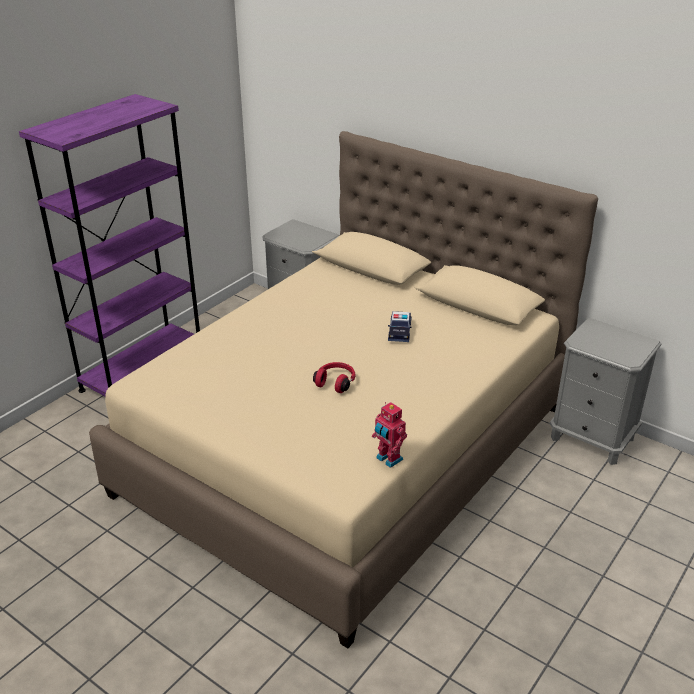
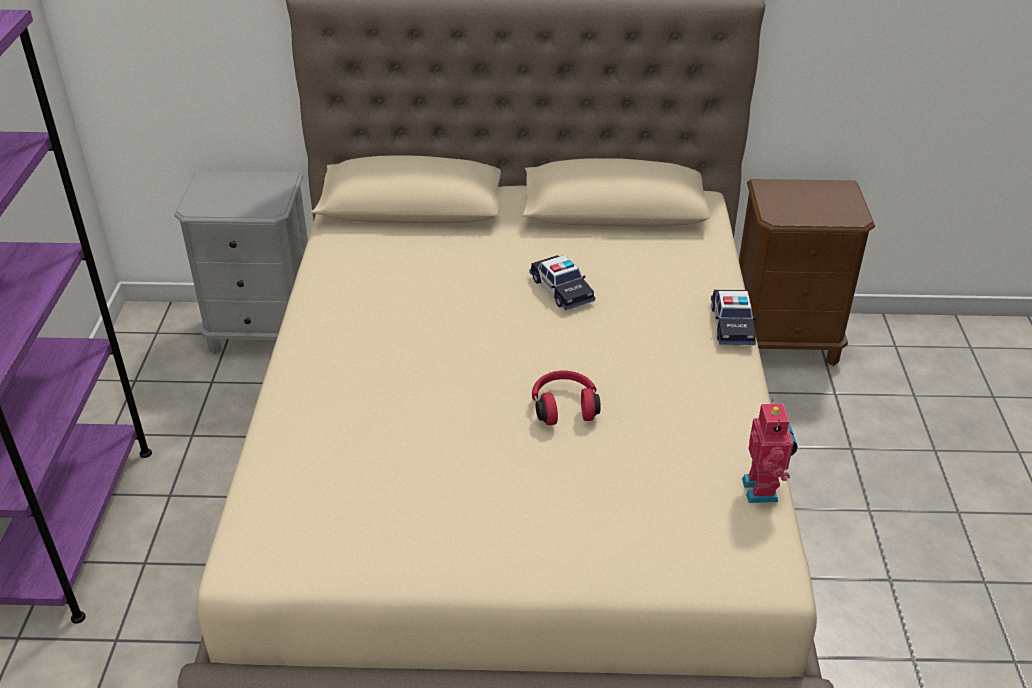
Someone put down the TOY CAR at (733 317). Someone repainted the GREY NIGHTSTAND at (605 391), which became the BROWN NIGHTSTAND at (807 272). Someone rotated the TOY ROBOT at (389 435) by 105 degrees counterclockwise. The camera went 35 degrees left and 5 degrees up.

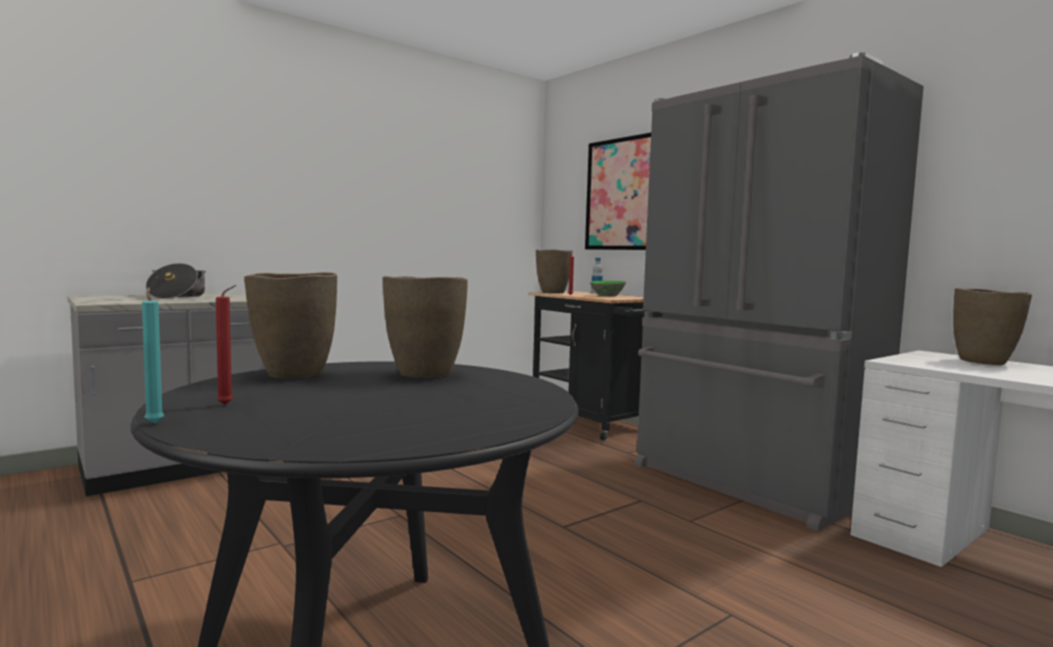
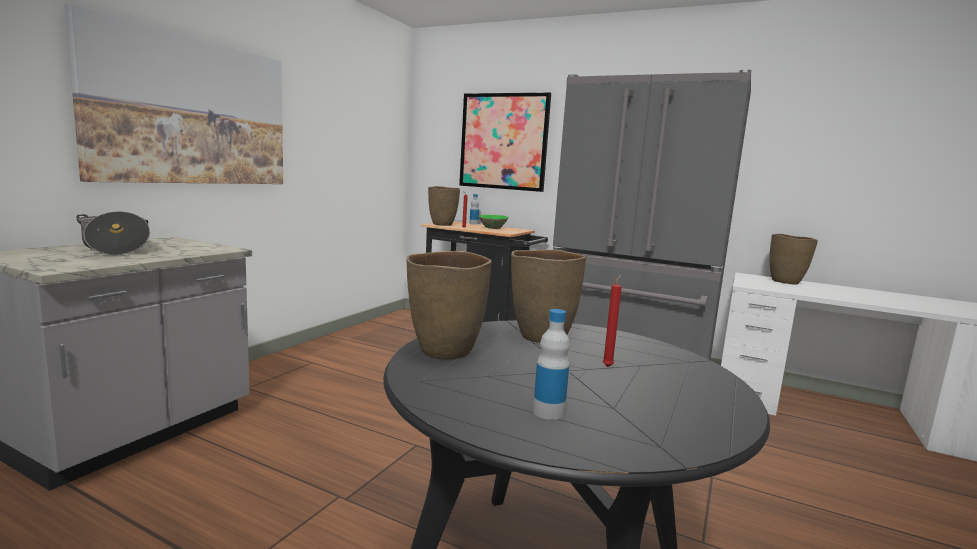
Someone took away the TURQUOISE WAX LIGHT at (153 355). Someone put up the PICTURE at (174 93). Someone put down the BEVERAGE BOTTLE at (551 364). Someone carried the REDDISH WAX LIGHT from (226 345) to (612 321). The camera went 25 degrees left and 5 degrees up.

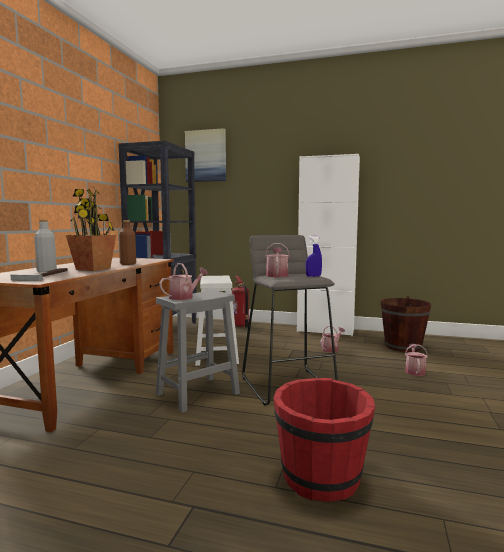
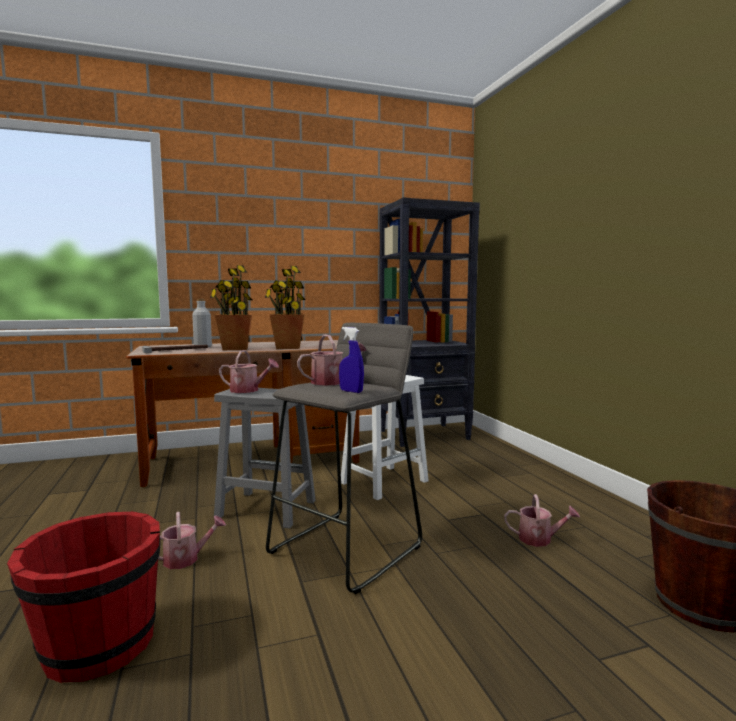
Someone took away the PICTURE at (205 155). Someone took away the EXTINGUISHER at (240 302). Someone took away the WHITE CABINET at (328 245). Someone carried the WATERING POT from (416 360) to (192 540). Someone swapped the BROWN BEVERAGE BOTTLE at (127 242) for the HOUSEPLANT at (285 307). The camera went 55 degrees right and 0 degrees up.

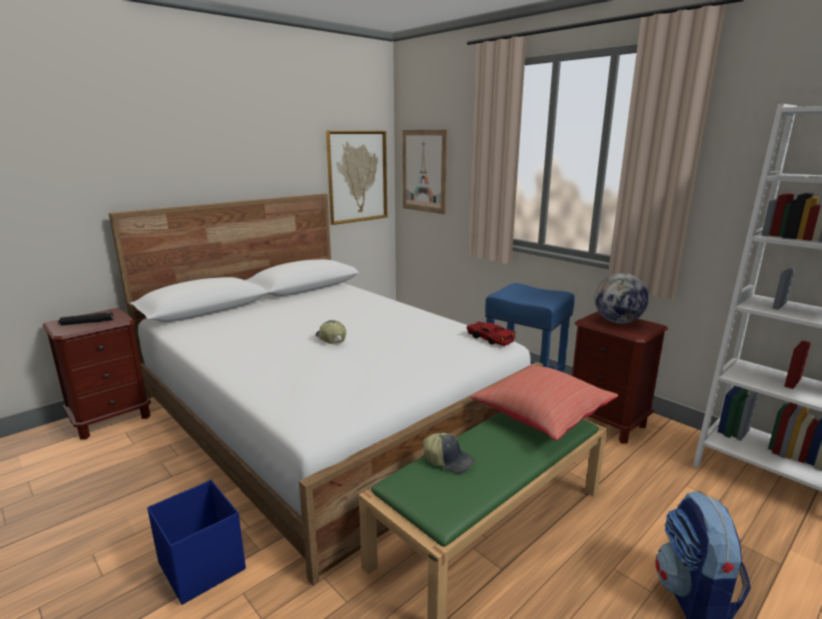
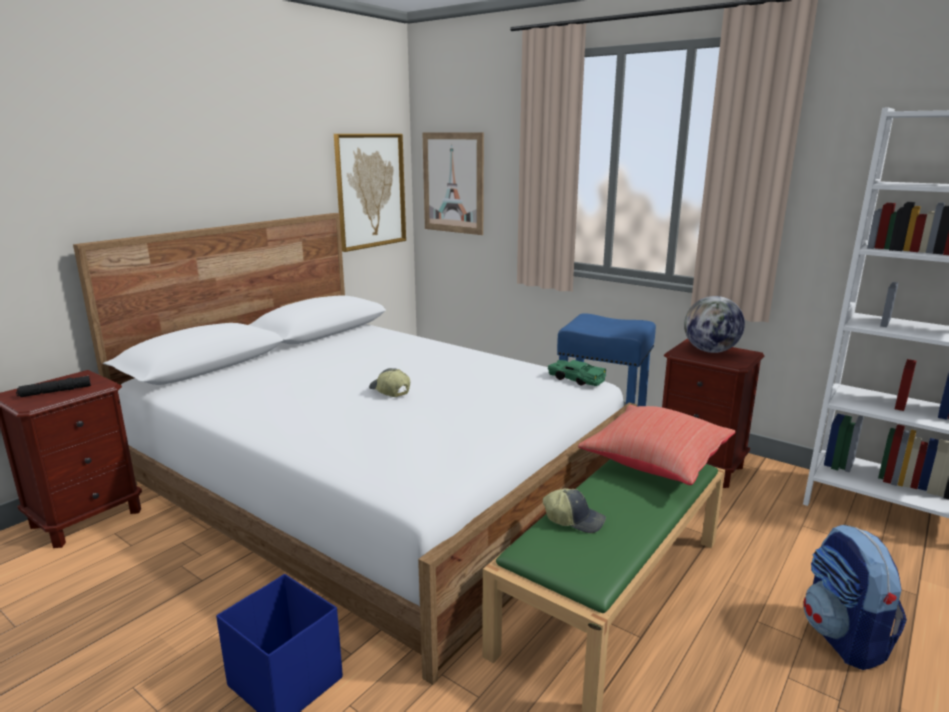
Someone repainted the REDDISH TOY CAR at (491 334), which became the GREENISH TOY CAR at (577 373). The camera went 10 degrees left and 0 degrees up.

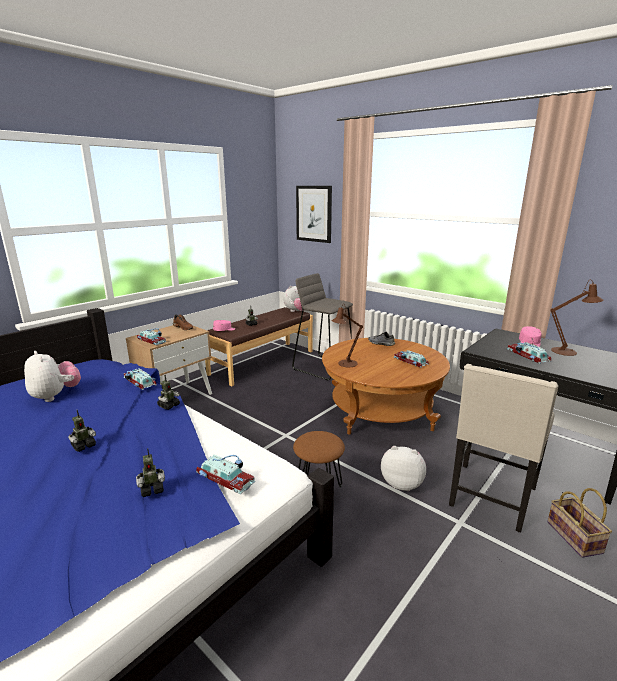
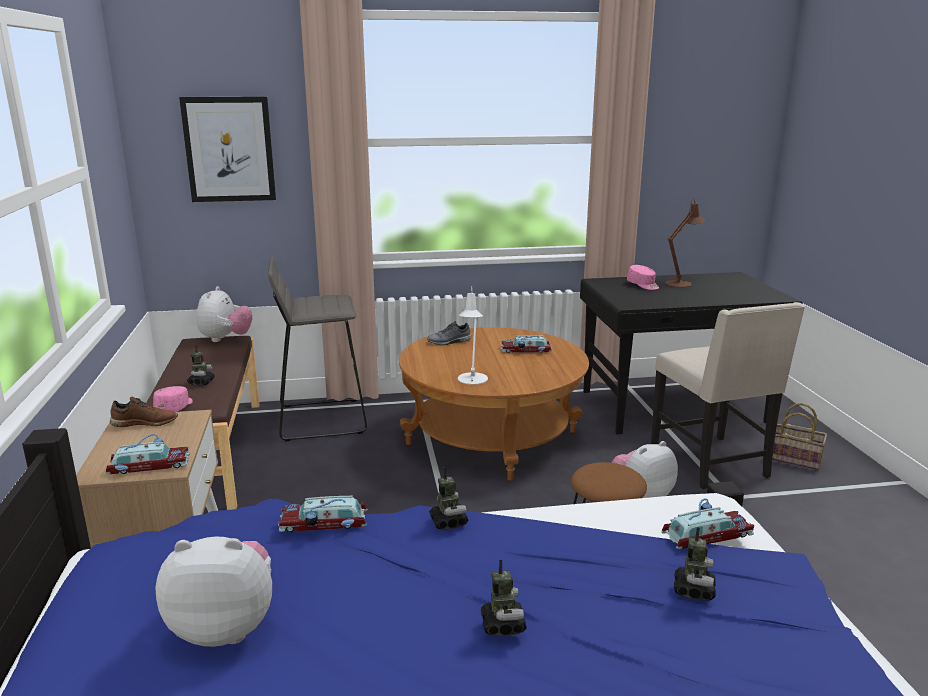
Someone took away the TOY CAR at (529 353). Someone repainted the BROWN LAMP FOR A TABLE at (347 335), which became the WHITE LAMP FOR A TABLE at (473 335). The camera went 50 degrees left and 0 degrees up.

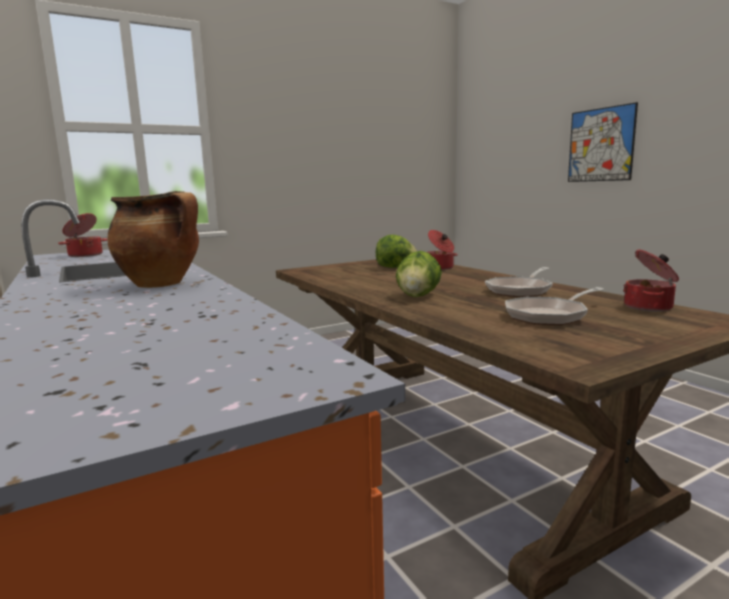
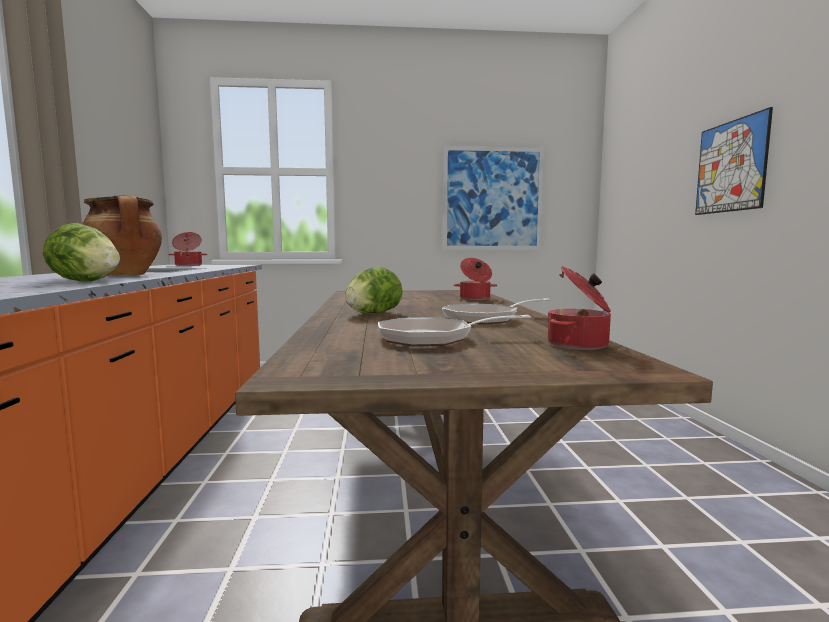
Someone put up the PICTURE at (493 198). Someone carried the HEAD OF LETTUCE from (396 251) to (81 252). The camera went 25 degrees right and 5 degrees down.

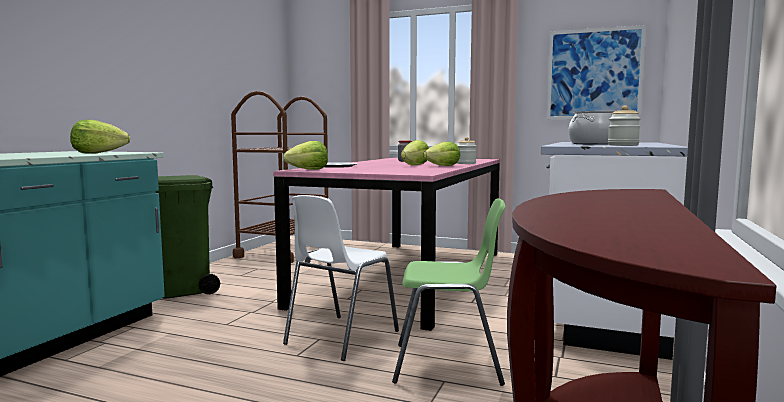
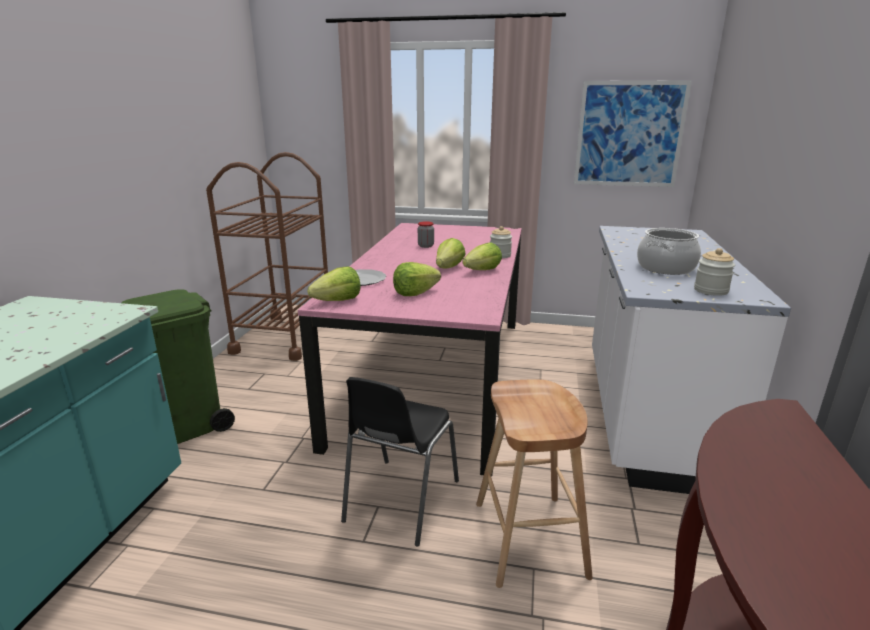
Someone carried the HEAD OF LETTUCE from (100 137) to (417 279). Someone swapped the GREENISH PLAIN CHAIR at (449 292) for the BROWN SITTING STOOL at (534 483). Someone repainted the WHITE PLAIN CHAIR at (341 278), which became the BLACK PLAIN CHAIR at (400 462). The camera went 10 degrees left and 15 degrees up.

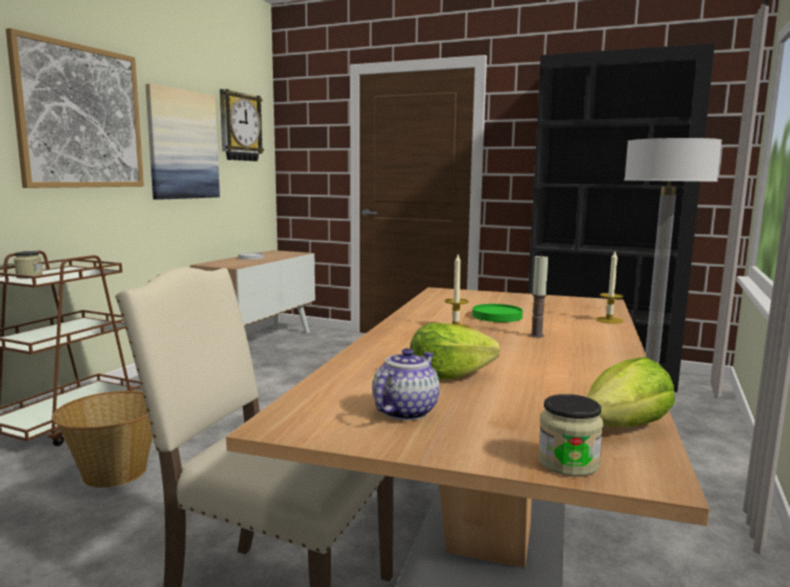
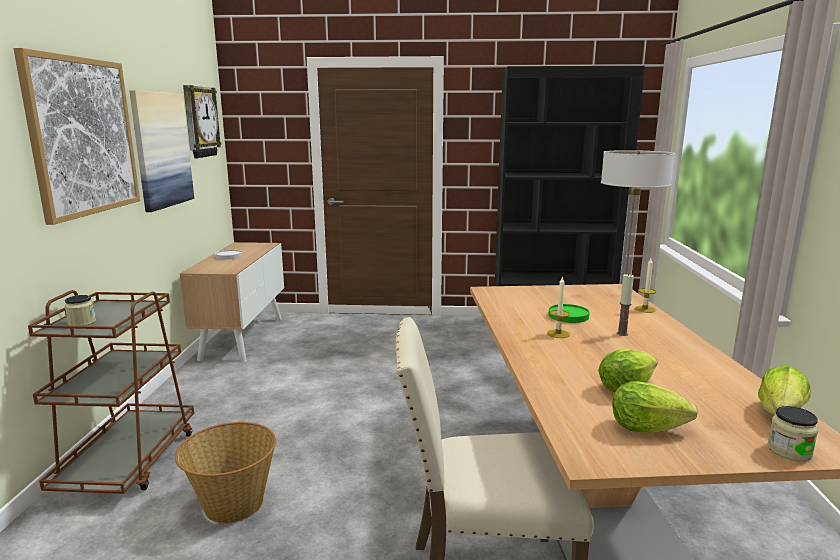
Someone swapped the TEAPOT at (406 384) for the HEAD OF LETTUCE at (655 406). The camera went 20 degrees left and 5 degrees up.

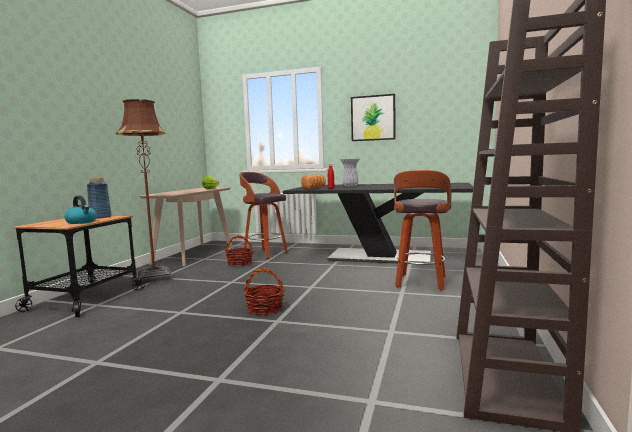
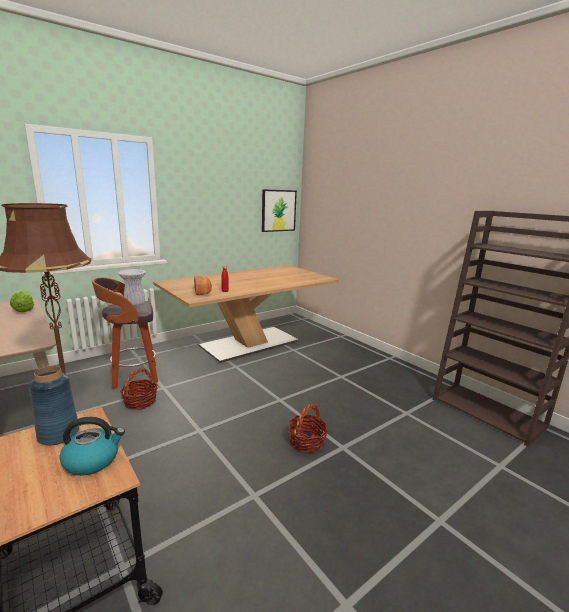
Someone took away the SITTING STOOL at (422 230). Someone carried the WHITE FLOWER VASE from (350 172) to (132 288). Someone carried the PICTURE from (373 117) to (279 210). Someone repainted the BLACK KITCHEN TABLE at (378 223), which became the SAND-COLOURED KITCHEN TABLE at (246 314). The camera went 55 degrees left and 10 degrees up.

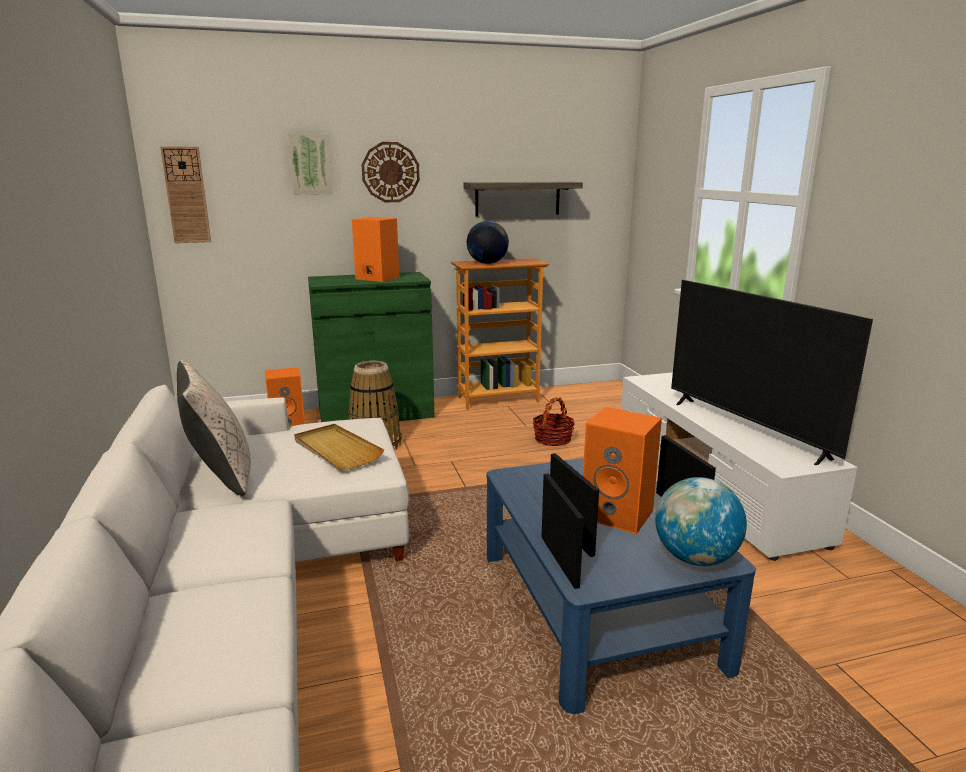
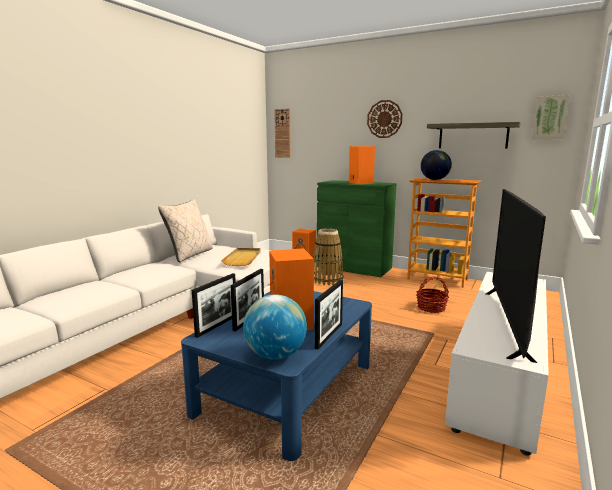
Someone carried the PICTURE from (310 164) to (551 117). The camera went 45 degrees right and 5 degrees down.

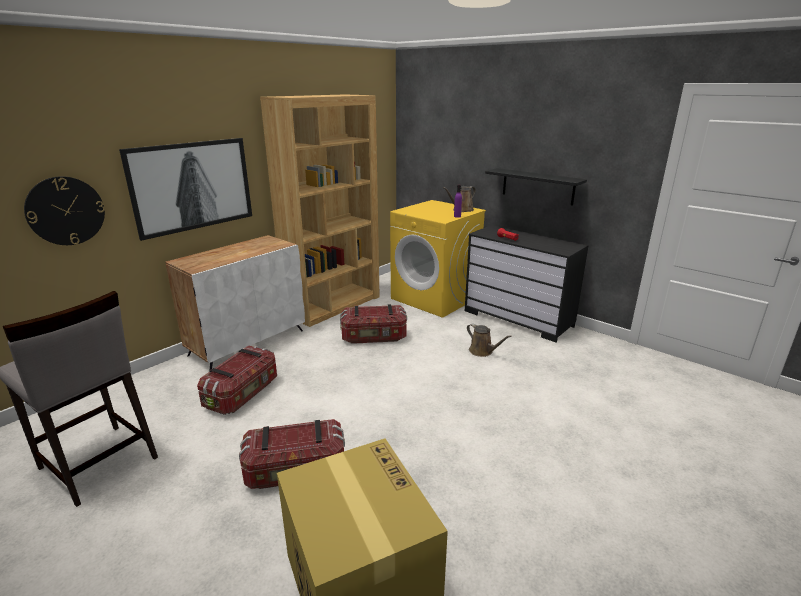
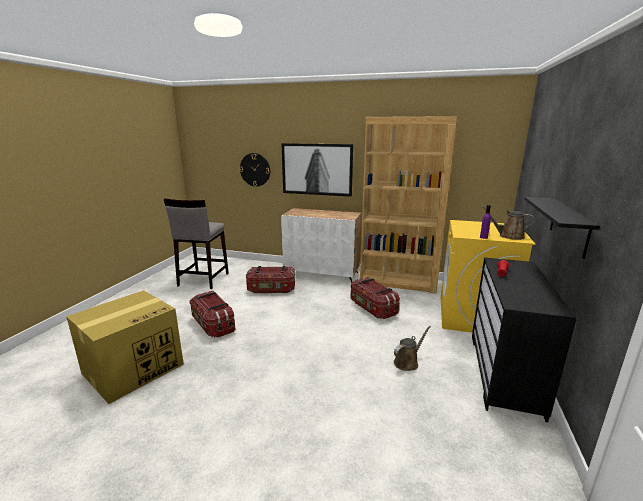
Someone rotated the BROWN WATERING POT at (489 340) by 150 degrees counterclockwise. The camera went 65 degrees right and 5 degrees down.

